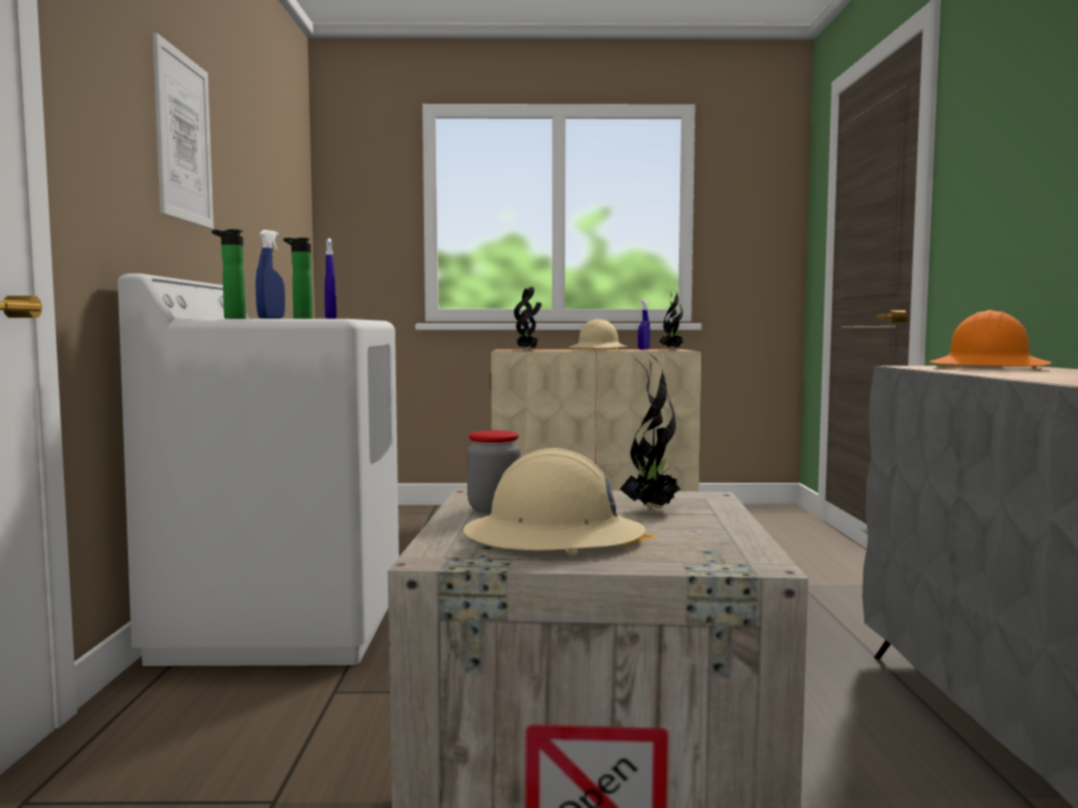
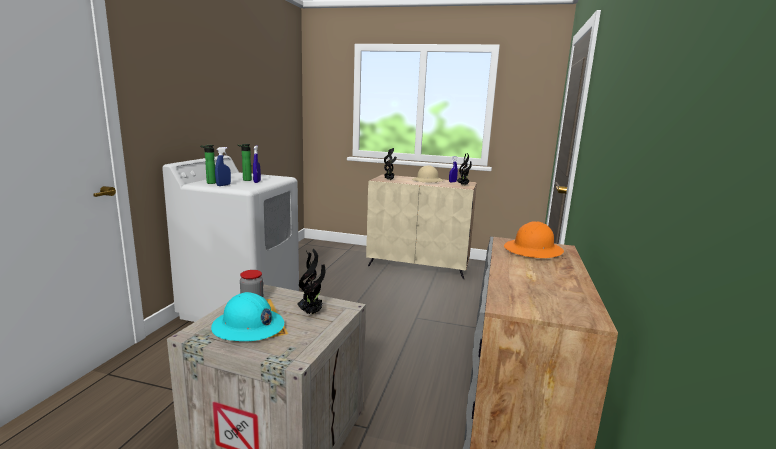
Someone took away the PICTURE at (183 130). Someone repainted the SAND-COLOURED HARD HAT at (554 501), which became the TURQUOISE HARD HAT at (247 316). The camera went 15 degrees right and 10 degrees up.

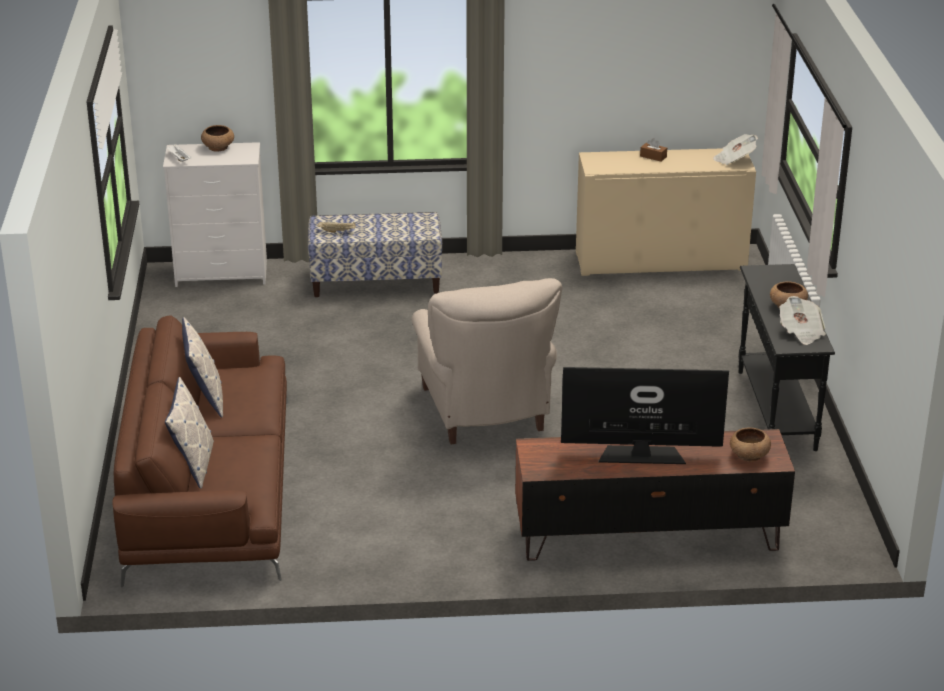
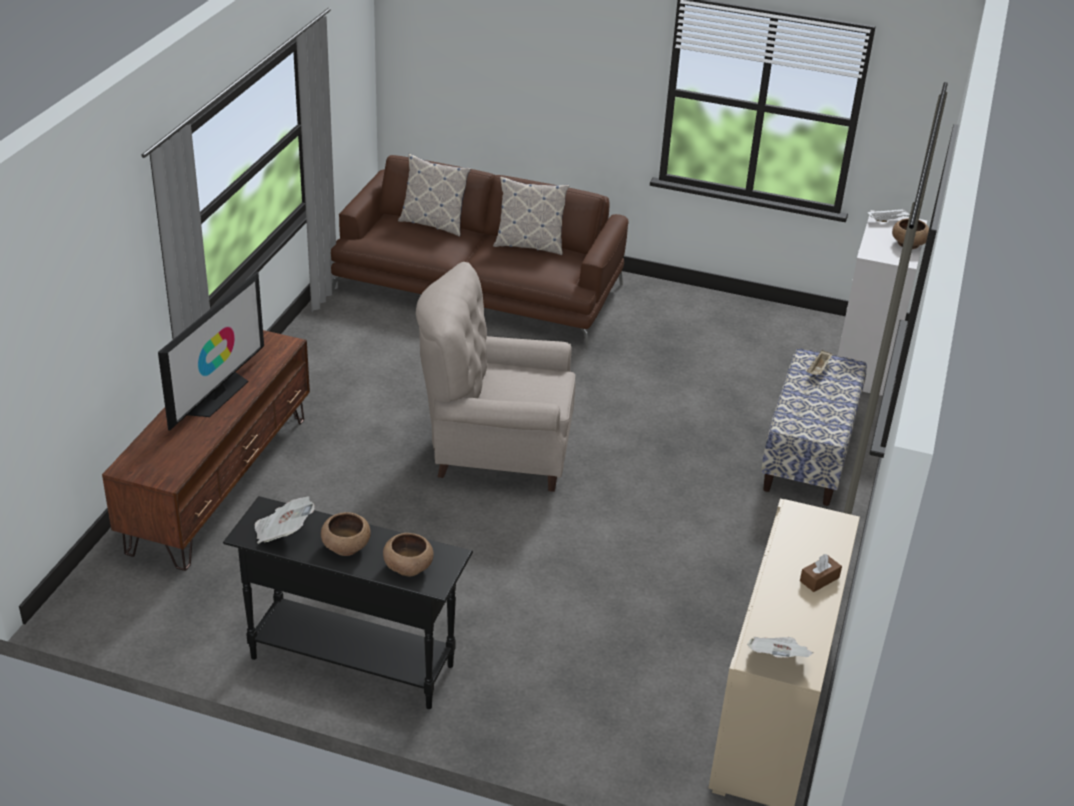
Someone carried the BROWN SERVING BOWL from (750 444) to (408 555). The camera went 110 degrees right and 5 degrees up.

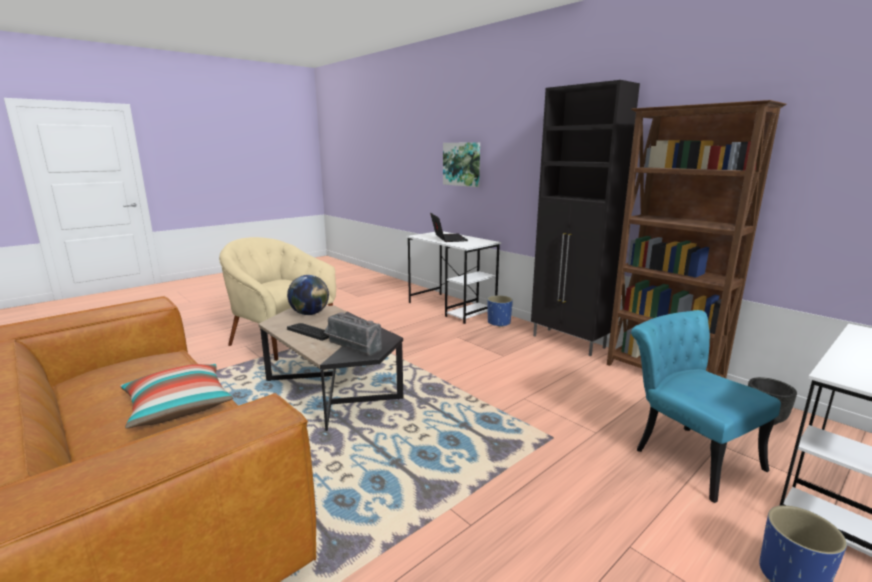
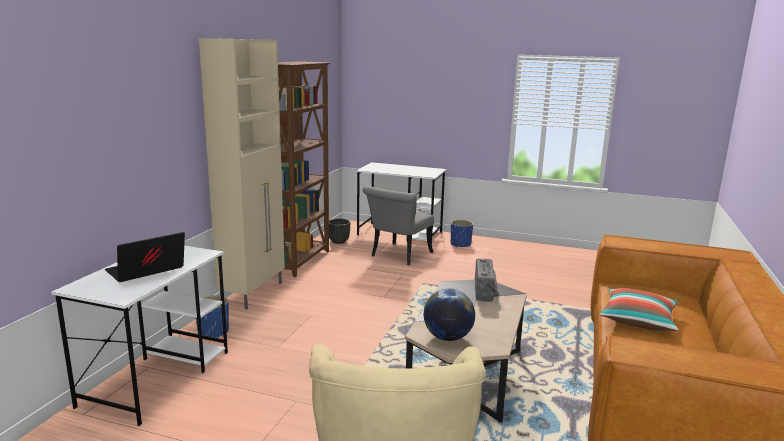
Someone took away the COMPUTER KEYBOARD at (308 332). Someone took away the PICTURE at (461 164). Someone repainted the BLACK CABINET at (585 218), which became the SAND-COLOURED CABINET at (242 174). Someone repainted the TURQUOISE PLAIN CHAIR at (706 406), which became the GREY PLAIN CHAIR at (398 225). The camera went 120 degrees left and 0 degrees up.

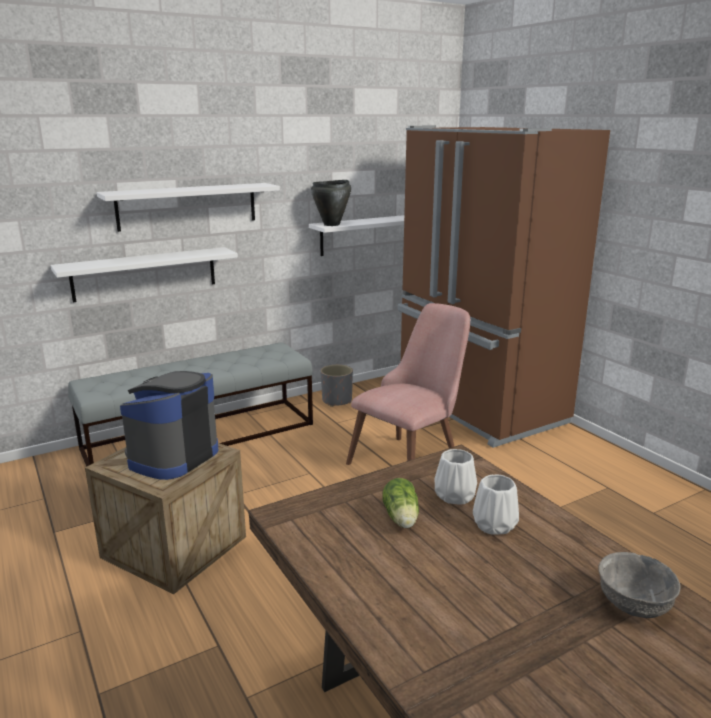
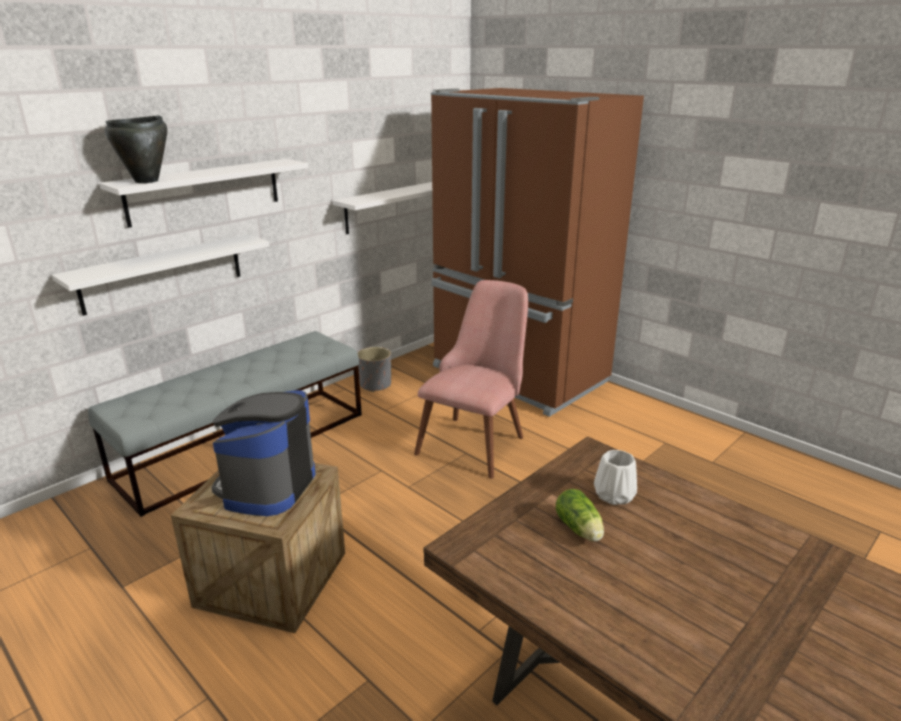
Someone took away the WHITE FLOWER VASE at (496 504). Someone took away the GREY SERVING BOWL at (639 585). Someone carried the BLACK COOKING POT from (331 203) to (136 149). The camera went 15 degrees left and 5 degrees up.

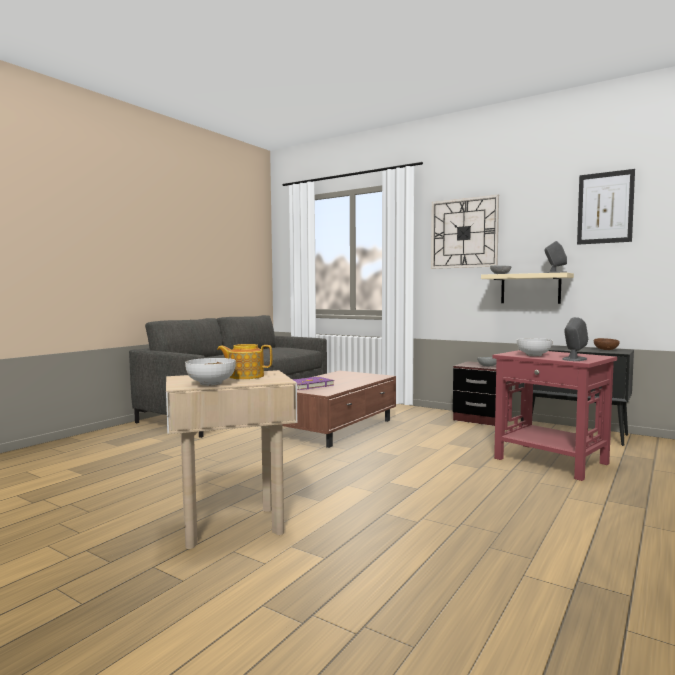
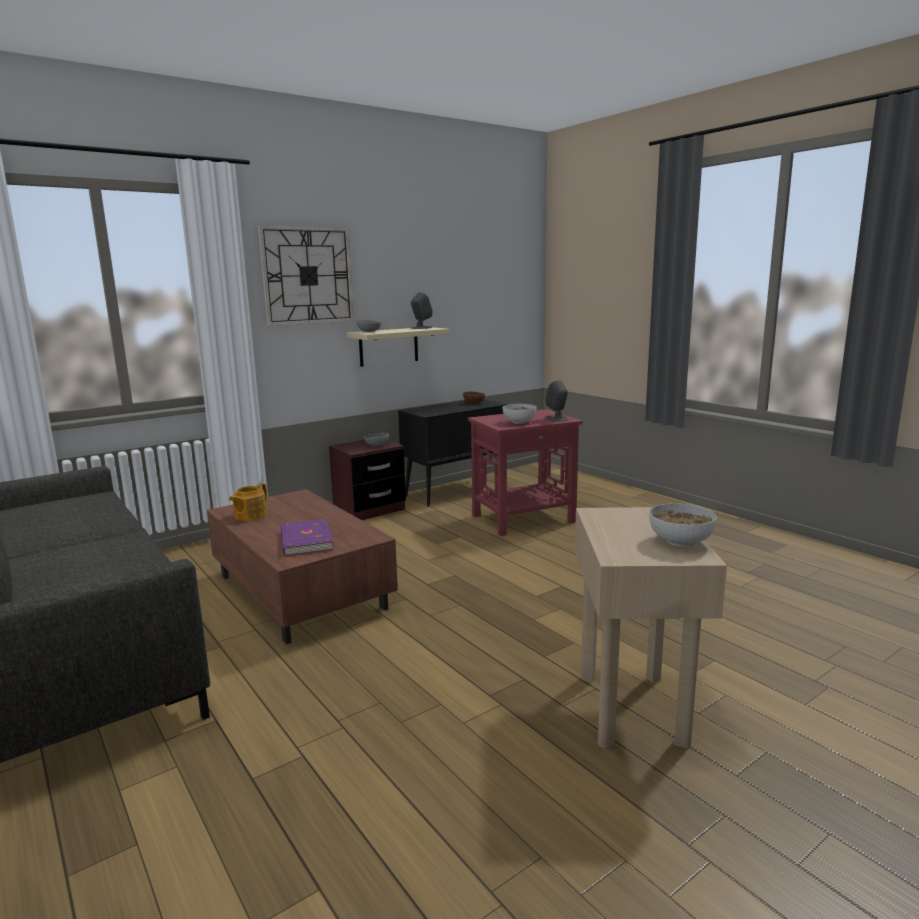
Someone took away the PICTURE at (606 207). Someone carried the TEAPOT from (244 361) to (248 502). The camera went 70 degrees left and 10 degrees up.

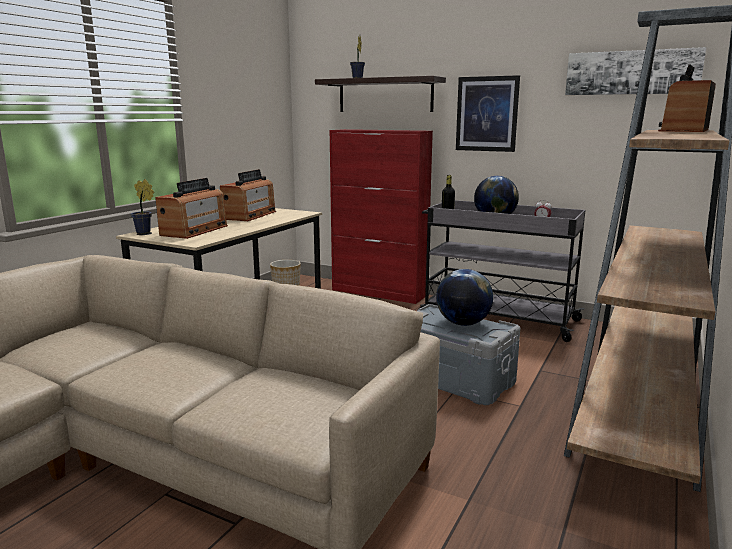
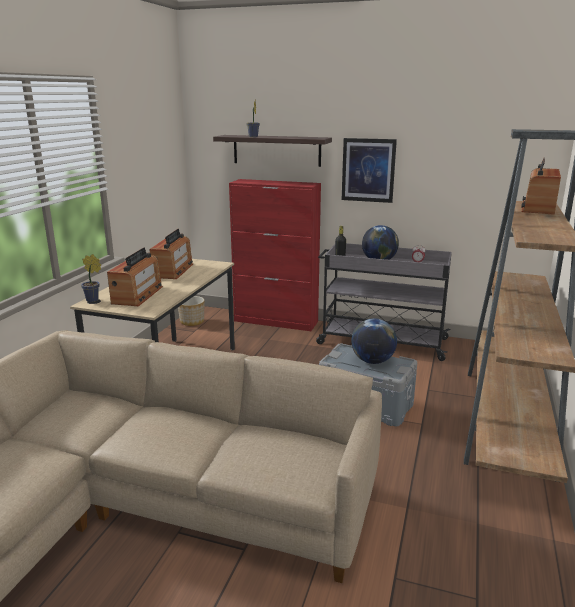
Someone took away the PICTURE at (635 71). The camera went 10 degrees left and 5 degrees up.

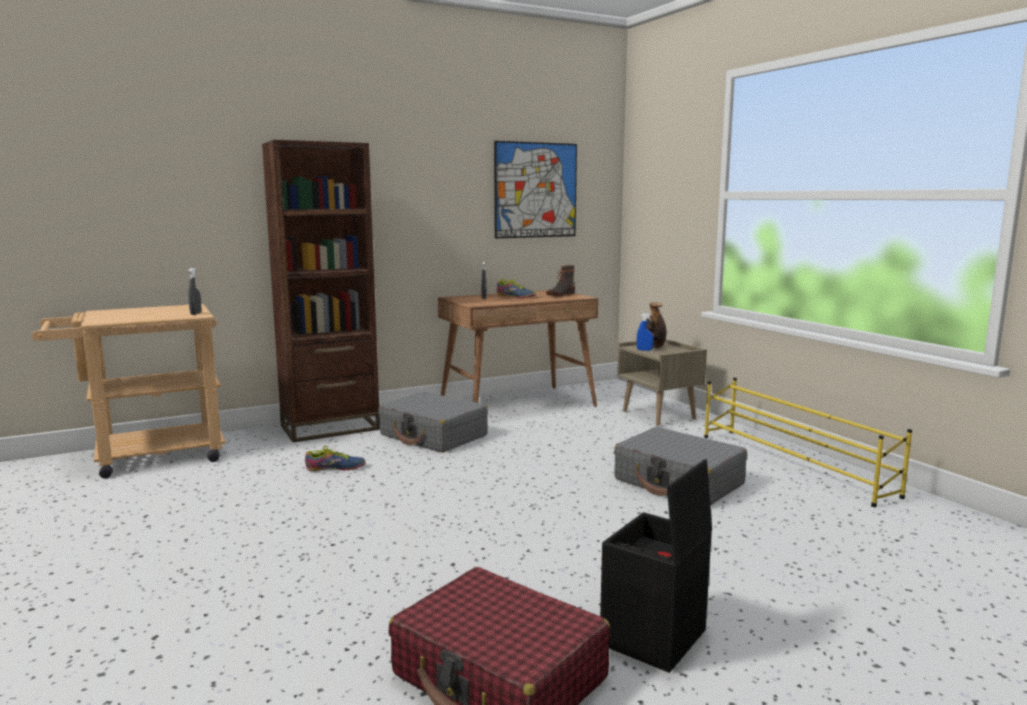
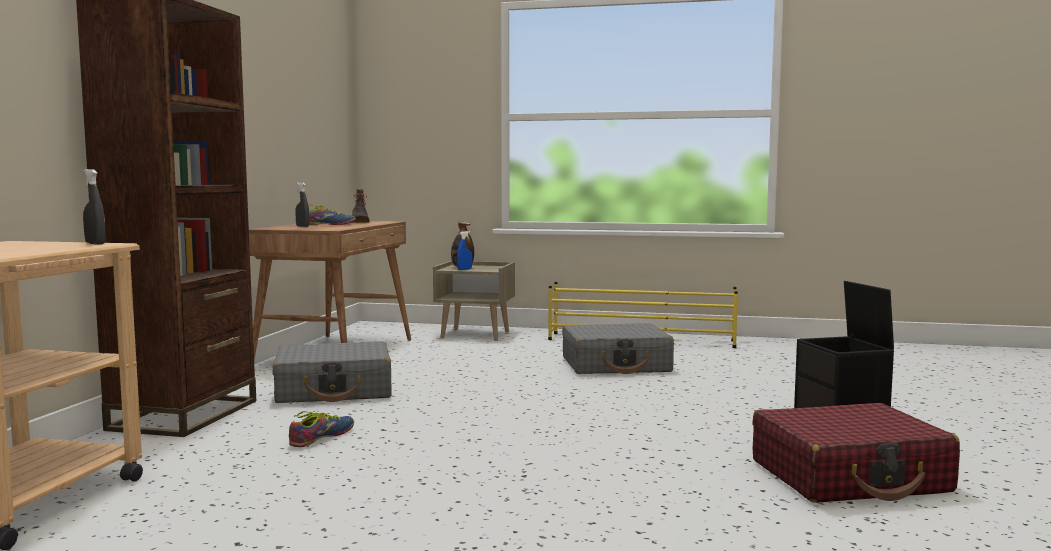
Someone took away the PICTURE at (535 189). The camera went 50 degrees left and 5 degrees down.

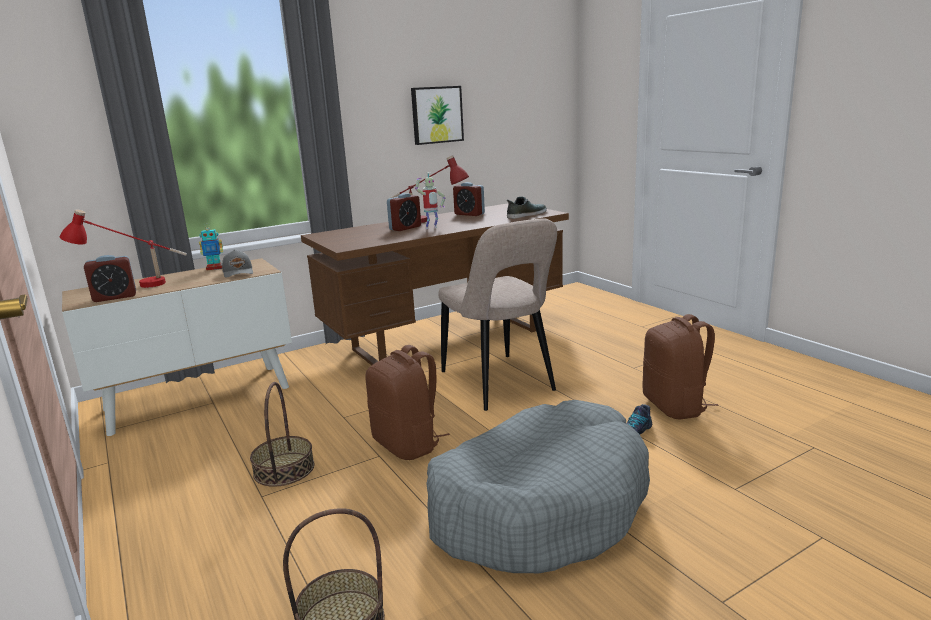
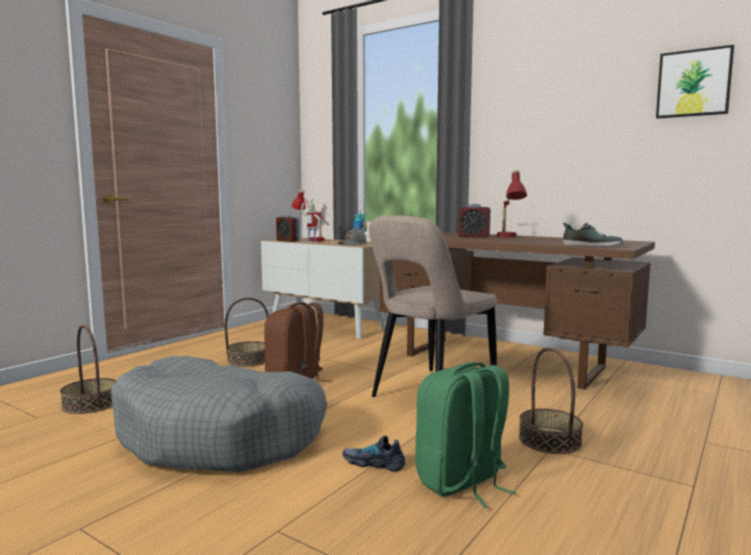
Someone took away the TABLE CLOCK at (469 199). Someone put down the BASKET at (551 400). Someone carried the PICTURE from (437 115) to (695 81). Someone carried the TOY ROBOT from (430 200) to (311 222). Someone repainted the BROWN KNAPSACK at (680 367), which became the GREENISH KNAPSACK at (466 435). The camera went 65 degrees right and 10 degrees down.

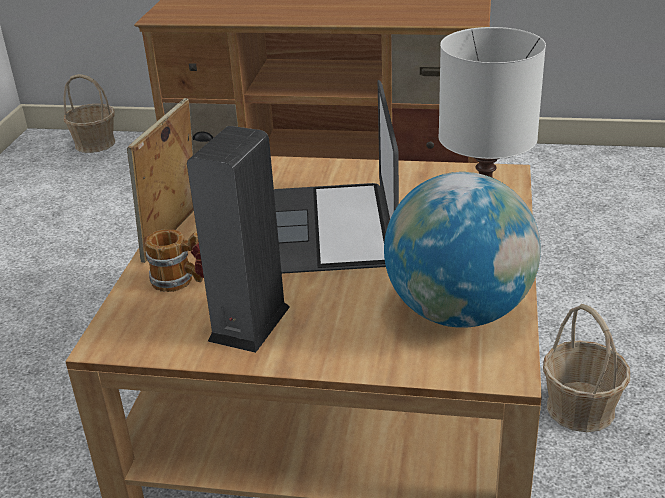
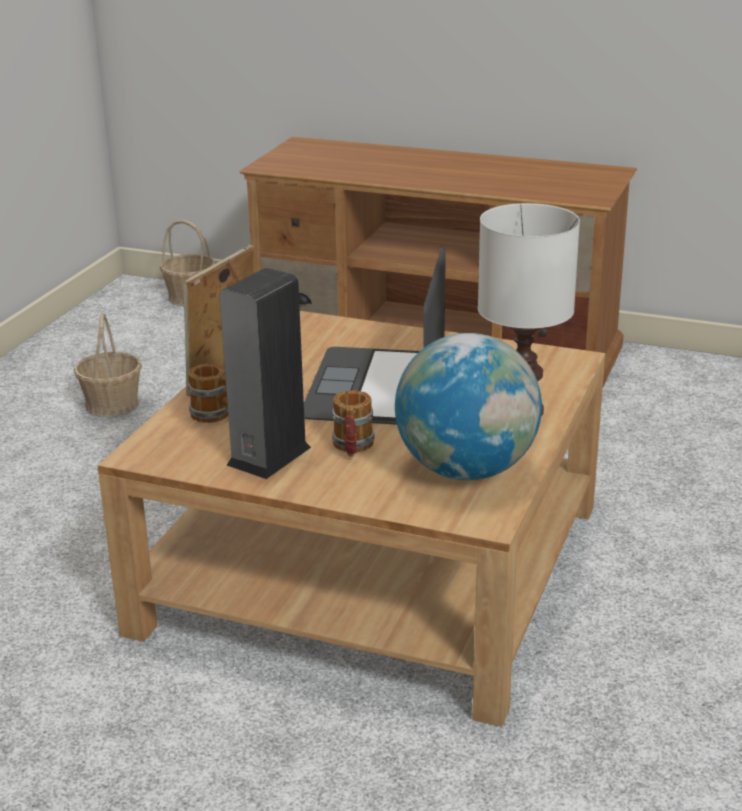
Someone put down the TEA MUG at (353 423). Someone carried the BASKET from (586 368) to (108 365). The camera went 10 degrees right and 5 degrees down.

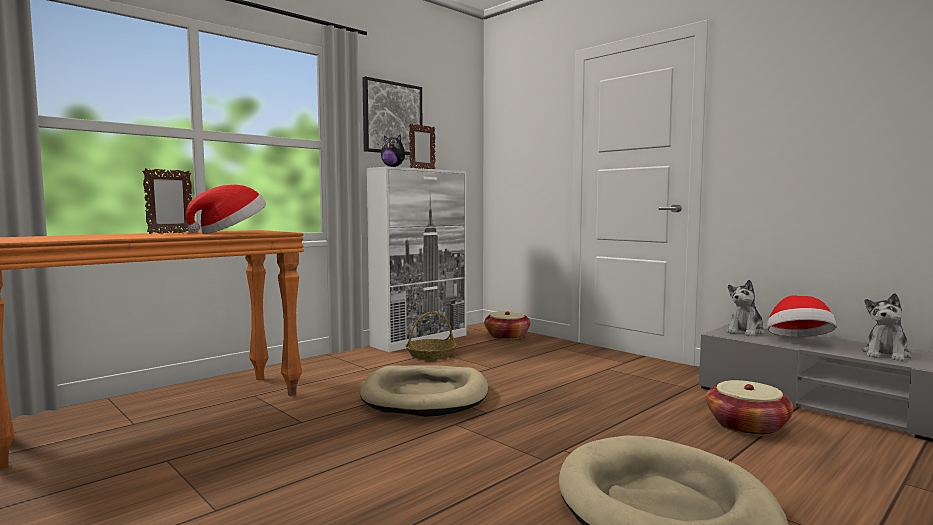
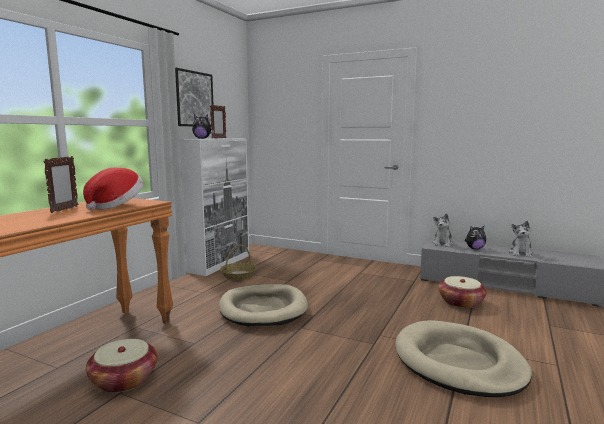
Someone carried the BASKET from (507 325) to (121 366). Someone swapped the HAT at (802 316) for the PLUSH TOY at (475 238). The camera went 20 degrees left and 5 degrees up.

